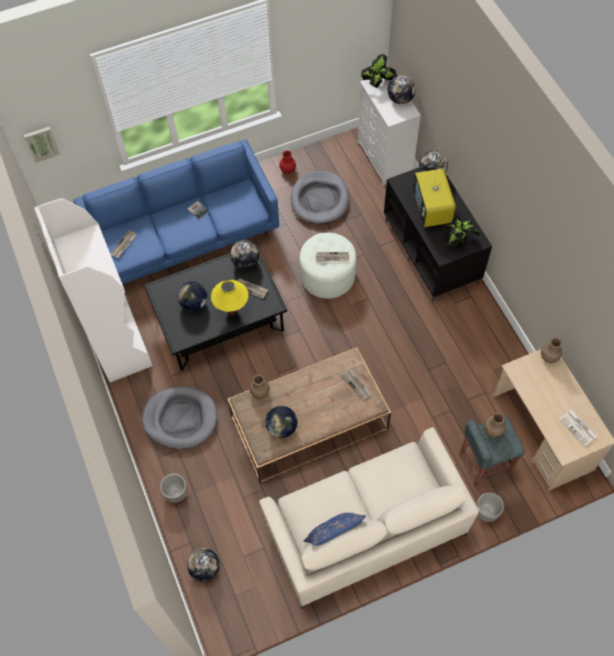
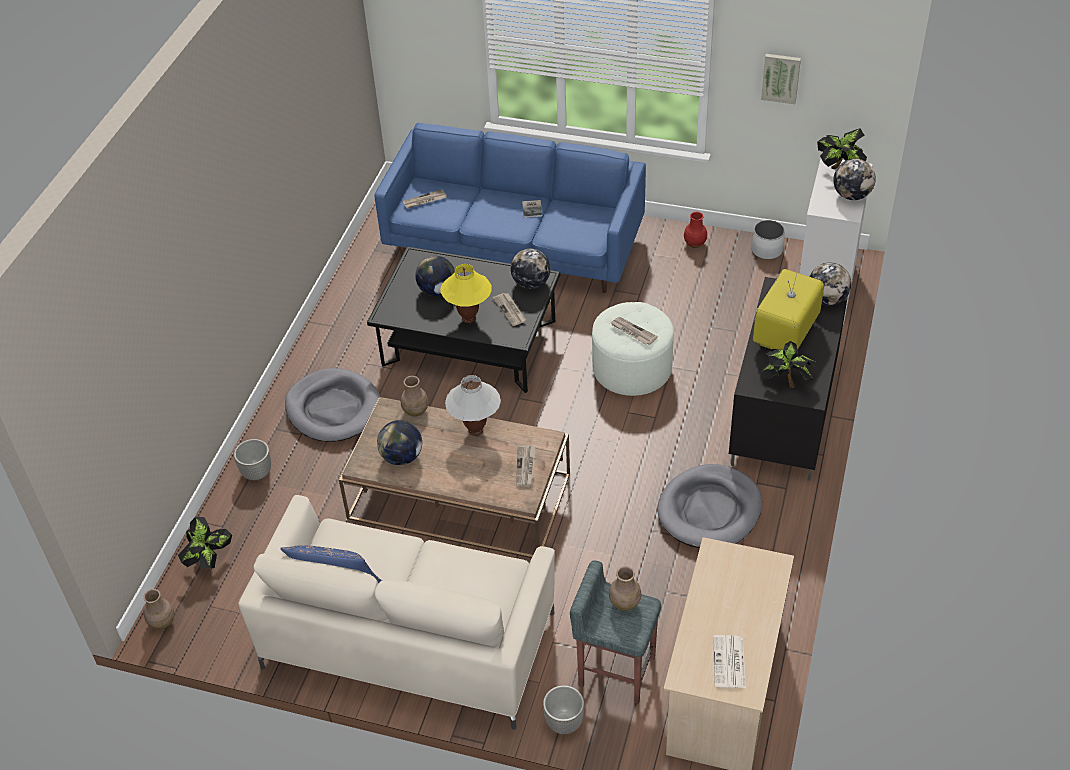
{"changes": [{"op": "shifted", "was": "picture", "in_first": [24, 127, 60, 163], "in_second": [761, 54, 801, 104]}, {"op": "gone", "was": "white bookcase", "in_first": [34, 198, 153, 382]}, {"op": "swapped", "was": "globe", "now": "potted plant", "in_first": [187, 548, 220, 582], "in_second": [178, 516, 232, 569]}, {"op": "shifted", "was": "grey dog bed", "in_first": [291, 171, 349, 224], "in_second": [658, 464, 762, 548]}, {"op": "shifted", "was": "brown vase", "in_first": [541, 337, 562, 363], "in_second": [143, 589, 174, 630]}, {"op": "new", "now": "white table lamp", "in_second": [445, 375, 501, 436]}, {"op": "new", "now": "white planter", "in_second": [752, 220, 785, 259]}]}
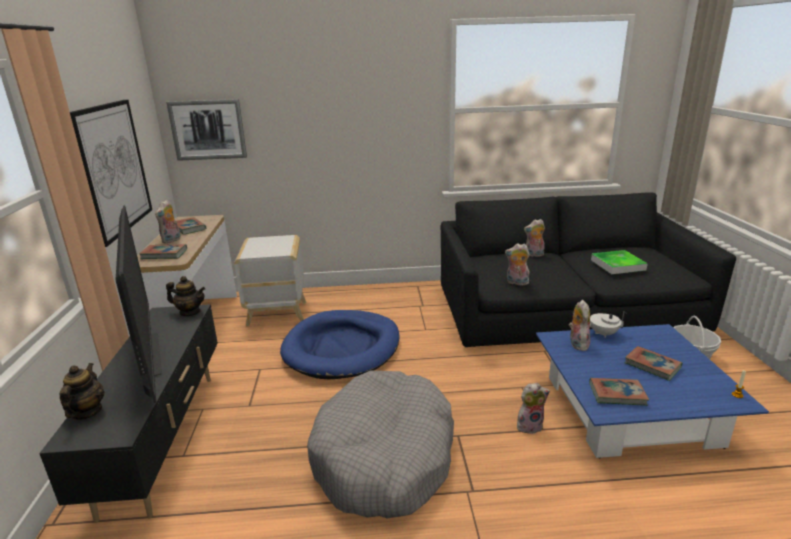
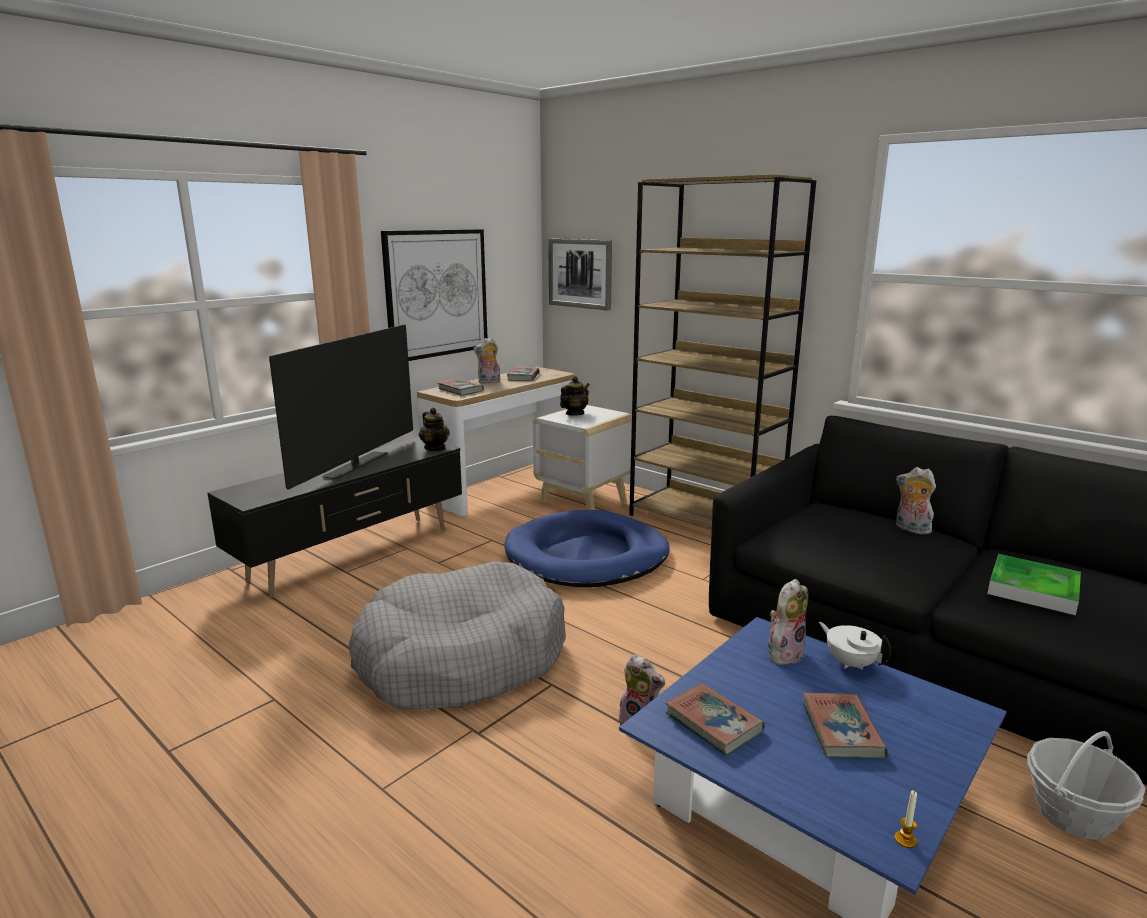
{"changes": [{"op": "shifted", "was": "teapot", "in_first": [60, 363, 104, 420], "in_second": [560, 376, 590, 416]}, {"op": "gone", "was": "plush toy", "in_first": [505, 243, 530, 285]}, {"op": "new", "now": "brown bookcase", "in_second": [629, 174, 816, 531]}]}
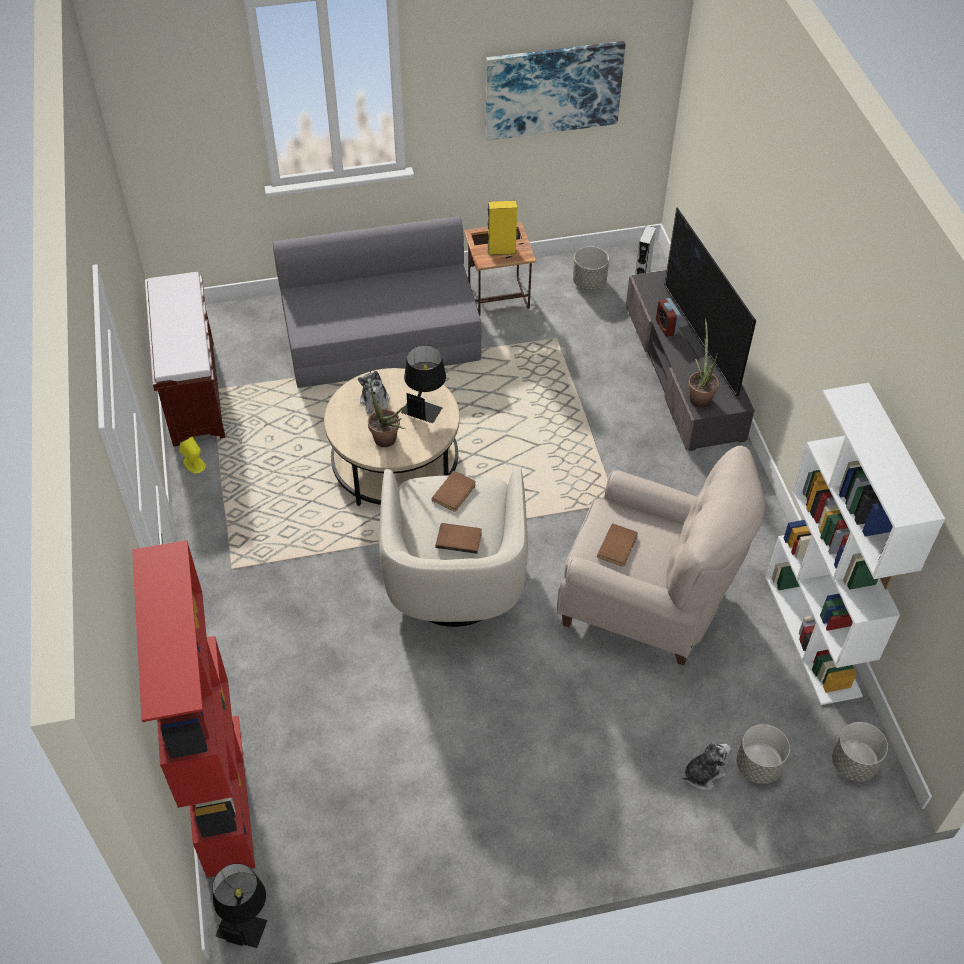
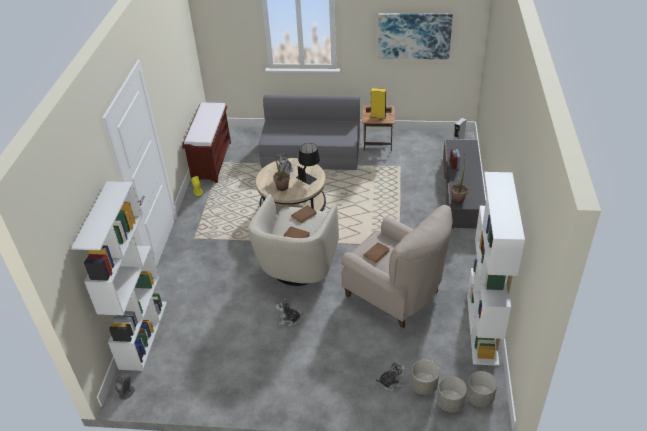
{"changes": [{"op": "repainted", "was": "red bookcase", "now": "white bookcase", "in_first": [132, 540, 255, 878], "in_second": [71, 181, 167, 371]}, {"op": "swapped", "was": "black table lamp", "now": "grey speaker", "in_first": [212, 863, 267, 948], "in_second": [115, 373, 135, 400]}, {"op": "shifted", "was": "grey planter", "in_first": [573, 246, 609, 290], "in_second": [437, 376, 467, 412]}, {"op": "gone", "was": "television", "in_first": [664, 207, 756, 397]}, {"op": "new", "now": "plush toy", "in_second": [275, 297, 304, 327]}]}
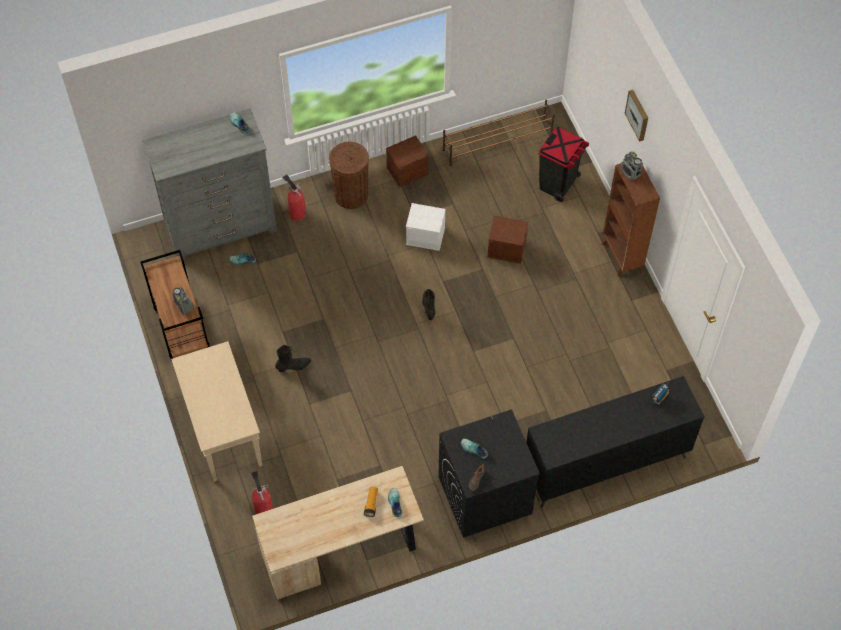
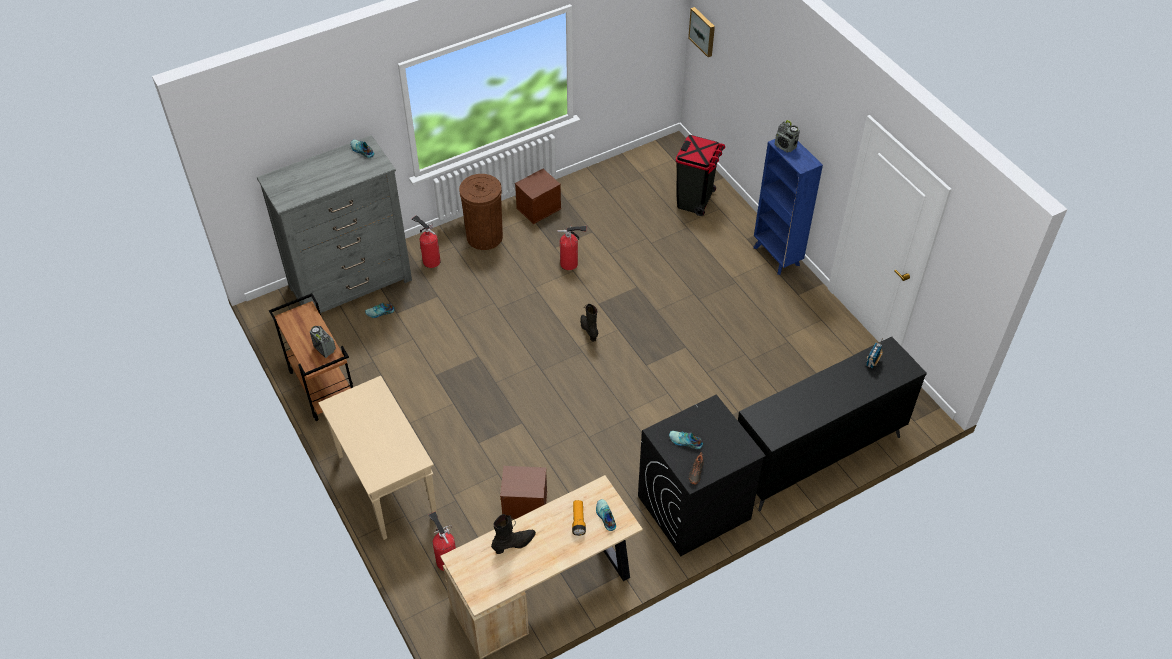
{"changes": [{"op": "shifted", "was": "black boot", "in_first": [275, 345, 311, 372], "in_second": [491, 514, 536, 554]}, {"op": "swapped", "was": "white storage box", "now": "fire extinguisher", "in_first": [406, 203, 446, 251], "in_second": [557, 226, 587, 270]}, {"op": "gone", "was": "brown shoe rack", "in_first": [443, 100, 555, 166]}, {"op": "shifted", "was": "brown storage box", "in_first": [487, 216, 528, 264], "in_second": [500, 466, 547, 519]}, {"op": "repainted", "was": "brown bookcase", "now": "blue bookcase", "in_first": [602, 163, 660, 277], "in_second": [754, 139, 823, 275]}, {"op": "shifted", "was": "picture", "in_first": [625, 90, 648, 142], "in_second": [688, 7, 715, 57]}]}
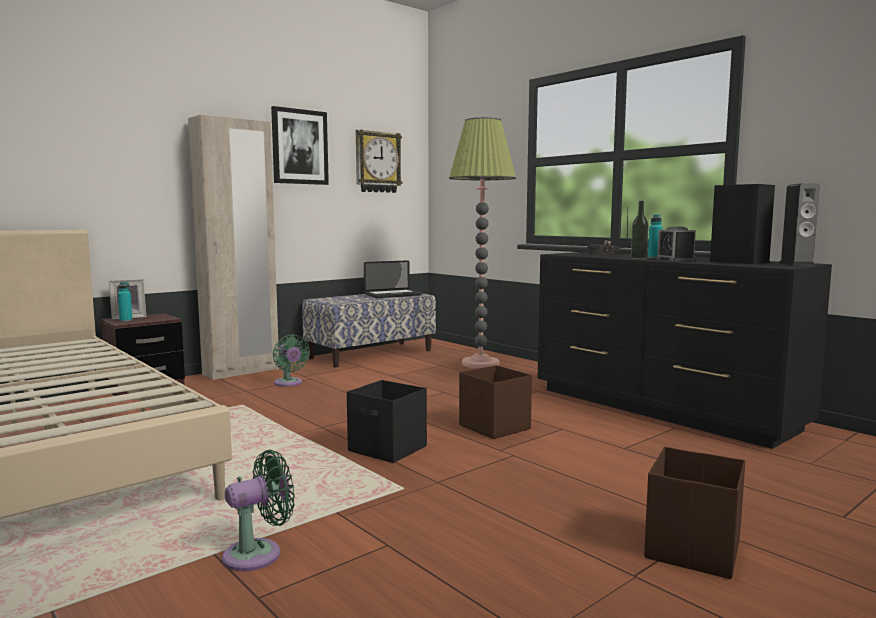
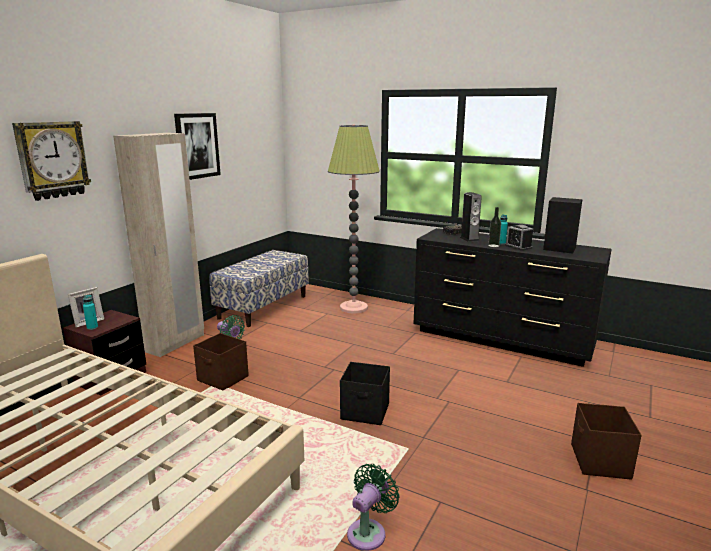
{"changes": [{"op": "shifted", "was": "wall clock", "in_first": [356, 129, 402, 193], "in_second": [12, 121, 91, 201]}, {"op": "gone", "was": "laptop", "in_first": [364, 260, 422, 298]}, {"op": "shifted", "was": "brown storage box", "in_first": [459, 365, 532, 439], "in_second": [193, 333, 249, 391]}, {"op": "shifted", "was": "speaker", "in_first": [779, 183, 819, 265], "in_second": [460, 192, 482, 242]}]}
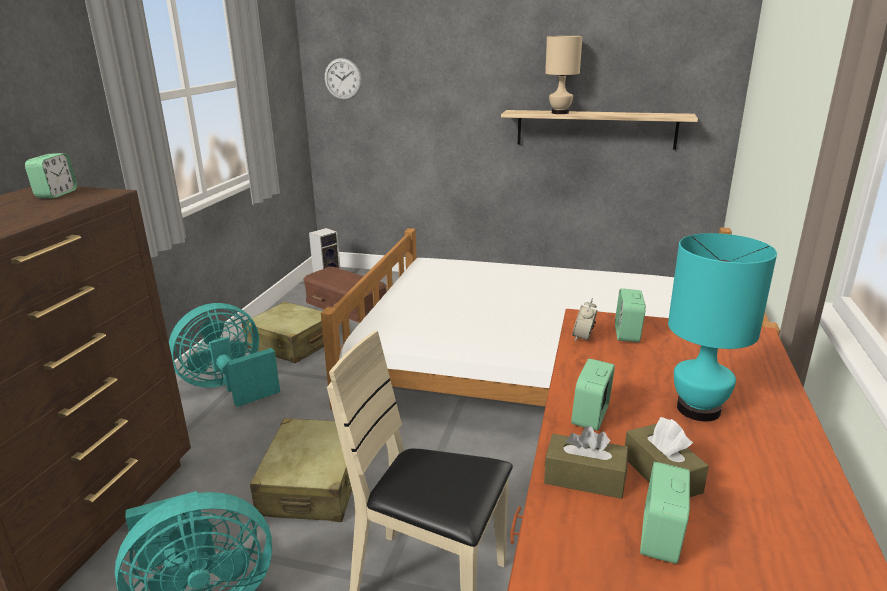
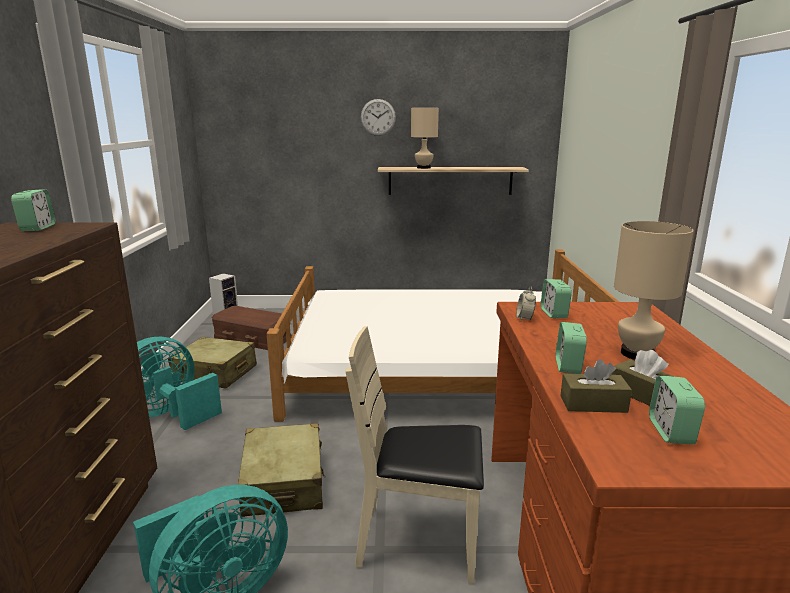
{"changes": [{"op": "shifted", "was": "wall clock", "in_first": [324, 58, 362, 100], "in_second": [361, 99, 396, 136]}, {"op": "repainted", "was": "turquoise table lamp", "now": "beige table lamp", "in_first": [668, 233, 777, 422], "in_second": [614, 221, 694, 360]}]}
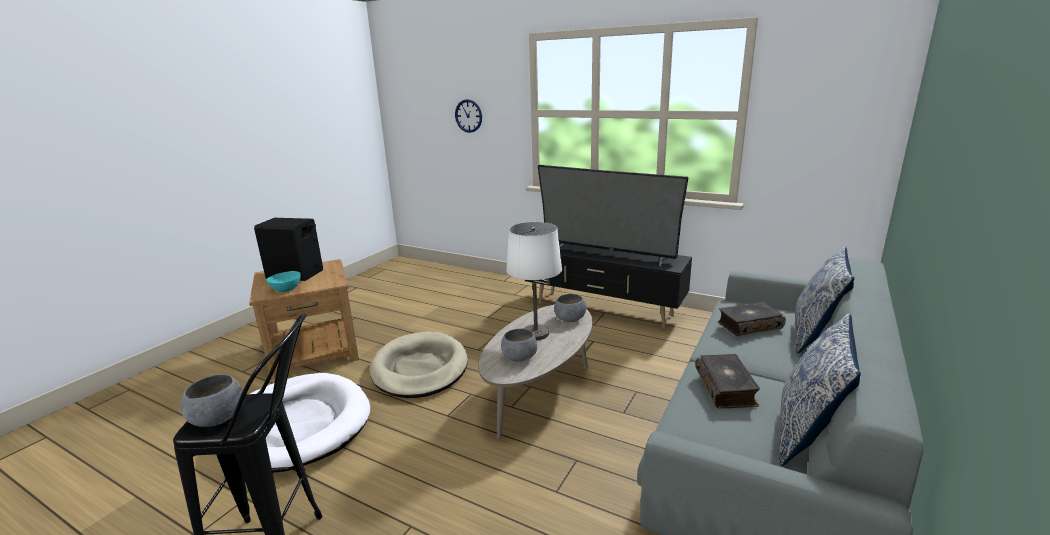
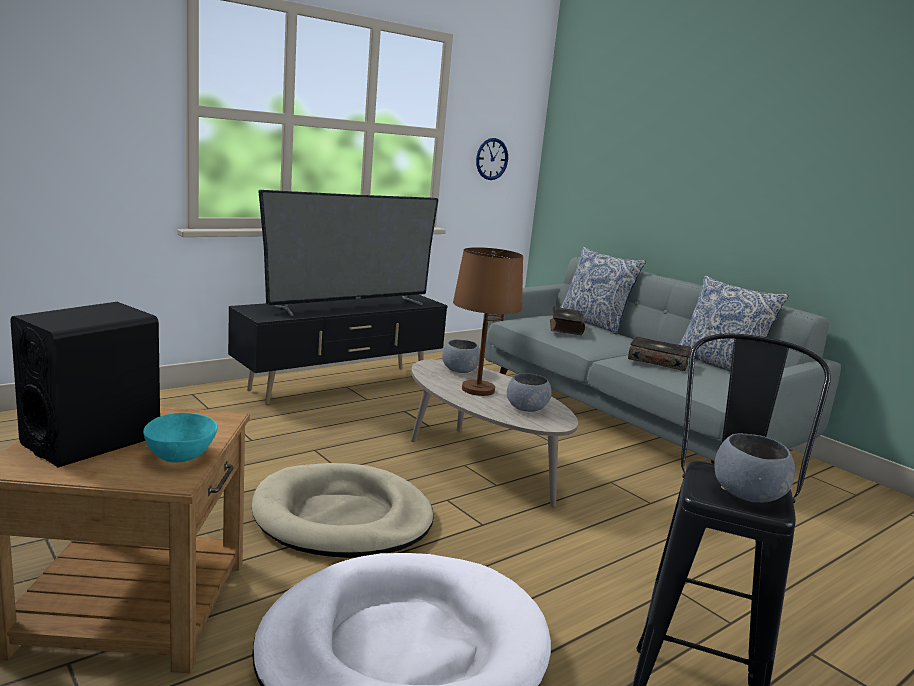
{"changes": [{"op": "shifted", "was": "wall clock", "in_first": [455, 99, 482, 133], "in_second": [476, 138, 508, 180]}, {"op": "repainted", "was": "white table lamp", "now": "brown table lamp", "in_first": [506, 222, 562, 340], "in_second": [453, 247, 523, 396]}]}
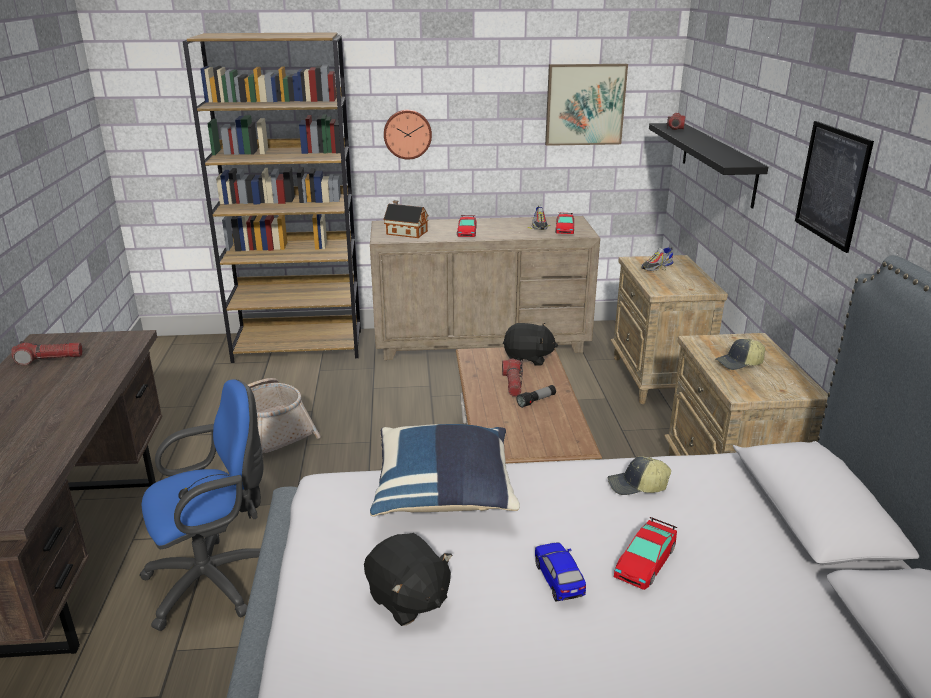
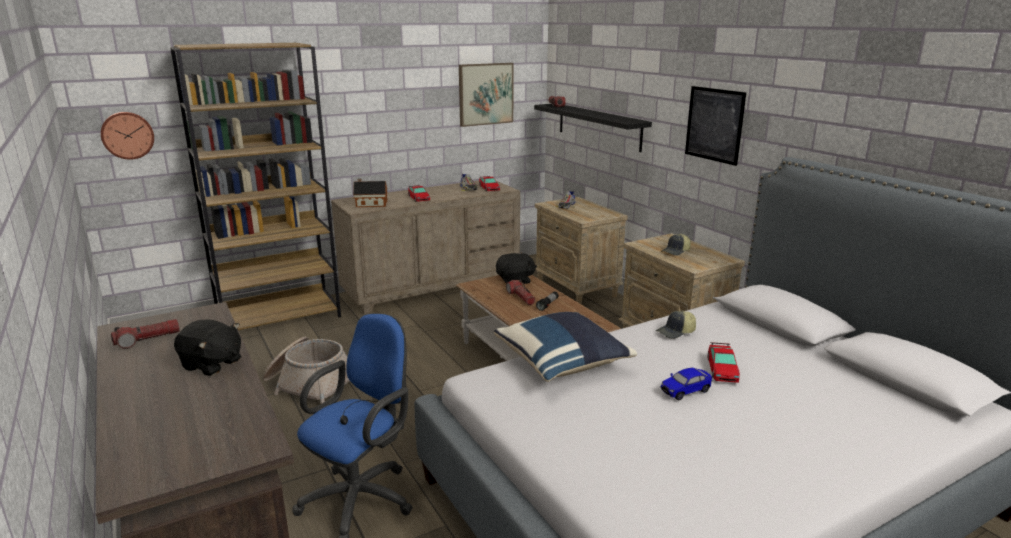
{"changes": [{"op": "shifted", "was": "black plush toy", "in_first": [364, 533, 452, 626], "in_second": [174, 319, 241, 376]}, {"op": "shifted", "was": "wall clock", "in_first": [384, 110, 432, 160], "in_second": [101, 112, 154, 160]}, {"op": "rotated", "was": "toy car", "in_first": [535, 542, 586, 602], "in_second": [661, 368, 712, 400], "clockwise": -75}]}
